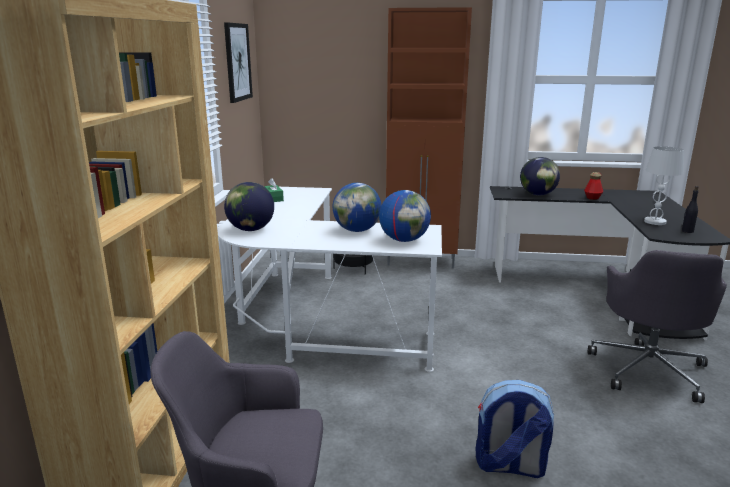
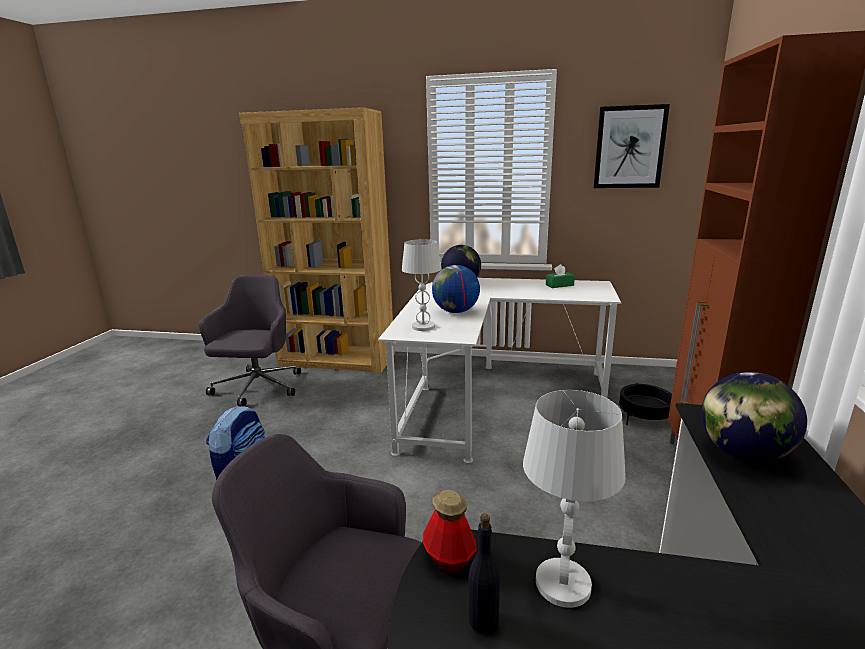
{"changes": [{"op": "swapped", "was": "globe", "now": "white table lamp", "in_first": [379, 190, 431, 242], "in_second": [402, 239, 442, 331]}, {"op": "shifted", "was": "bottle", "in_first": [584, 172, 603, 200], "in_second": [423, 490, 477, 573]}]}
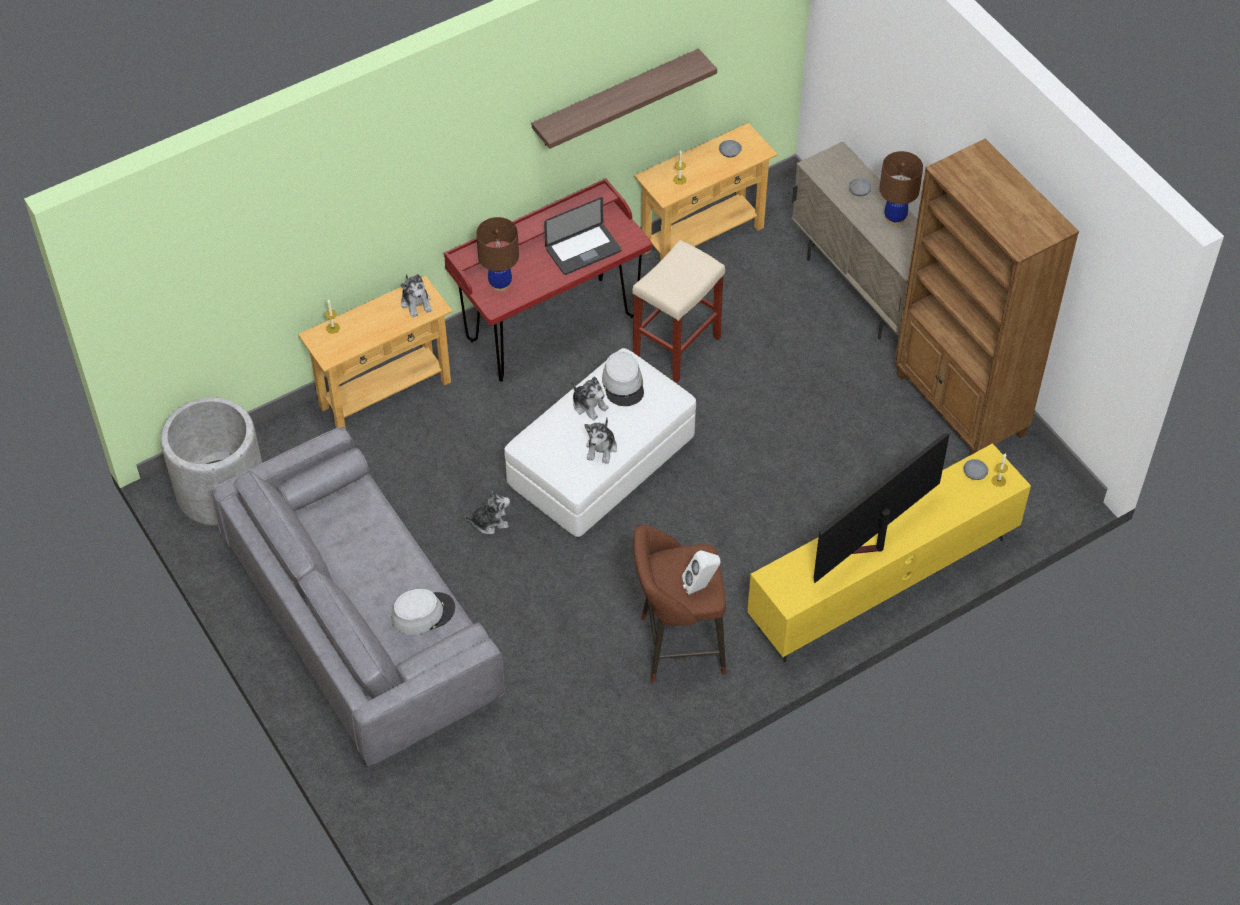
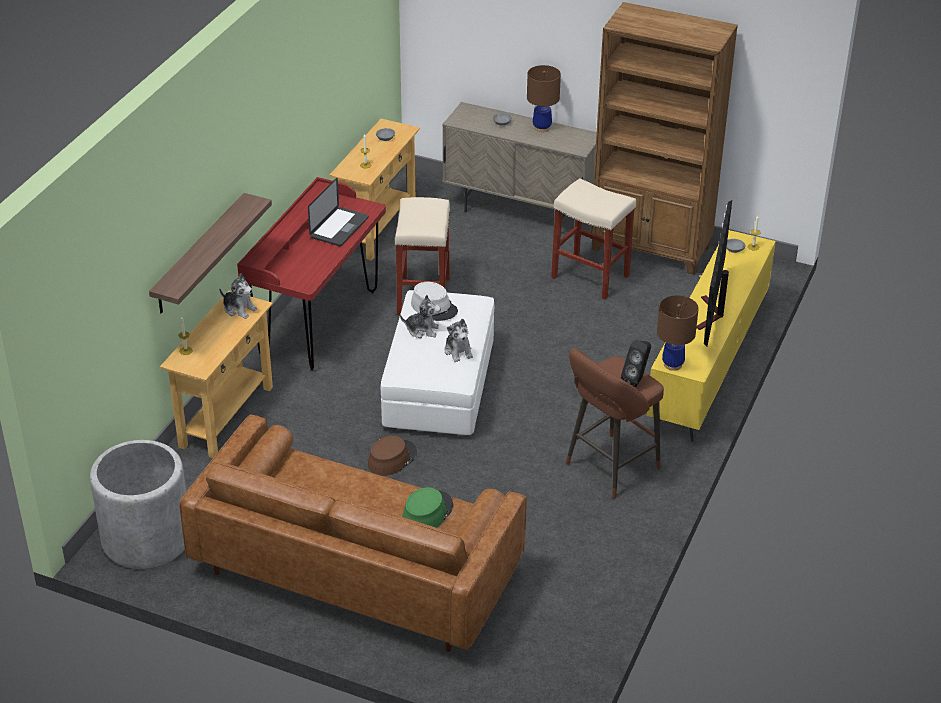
{"changes": [{"op": "repainted", "was": "grey sofa", "now": "brown sofa", "in_first": [211, 426, 505, 766], "in_second": [179, 414, 527, 652]}, {"op": "repainted", "was": "grey hat", "now": "green hat", "in_first": [391, 589, 455, 635], "in_second": [402, 487, 453, 528]}, {"op": "swapped", "was": "plush toy", "now": "brown hat", "in_first": [465, 491, 510, 534], "in_second": [368, 436, 417, 476]}, {"op": "shifted", "was": "brown table lamp", "in_first": [476, 217, 519, 291], "in_second": [657, 295, 699, 371]}, {"op": "shifted", "was": "shelf", "in_first": [532, 49, 717, 149], "in_second": [149, 193, 272, 314]}, {"op": "repainted", "was": "white speaker", "now": "black speaker", "in_first": [682, 551, 720, 595], "in_second": [621, 340, 651, 387]}, {"op": "new", "now": "beige stool", "in_second": [551, 178, 636, 299]}]}
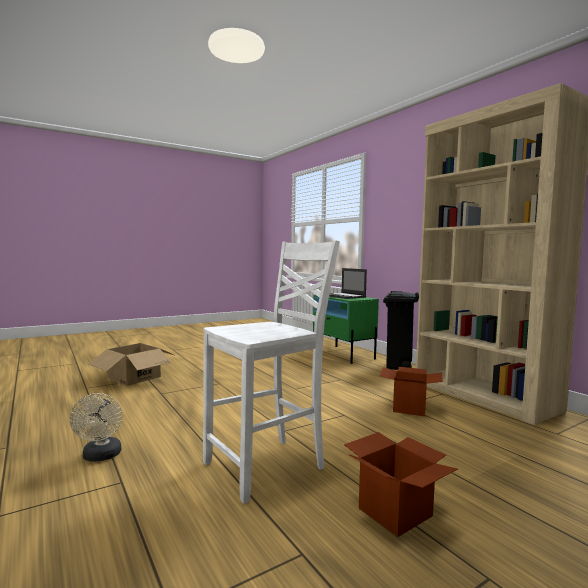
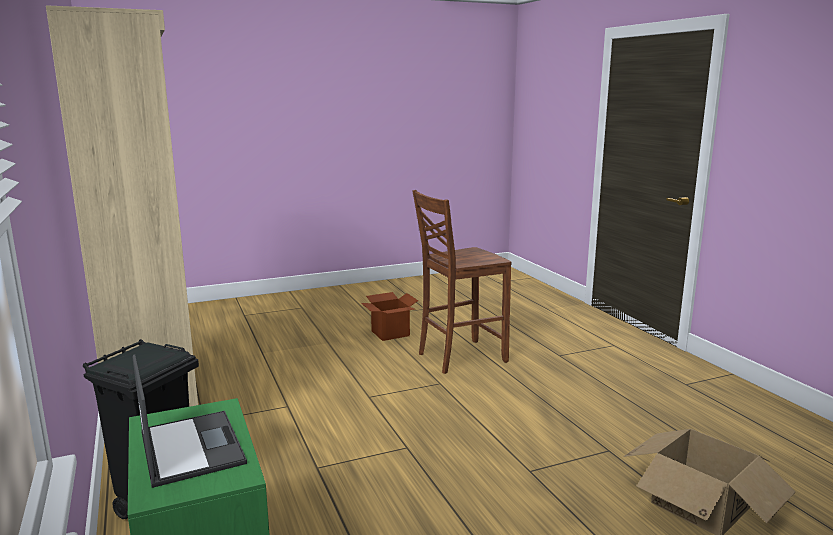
{"changes": [{"op": "gone", "was": "beige fan", "in_first": [69, 393, 122, 462]}, {"op": "repainted", "was": "white chair", "now": "brown chair", "in_first": [203, 240, 340, 504], "in_second": [412, 190, 512, 374]}, {"op": "gone", "was": "cardboard box", "in_first": [379, 367, 443, 416]}]}
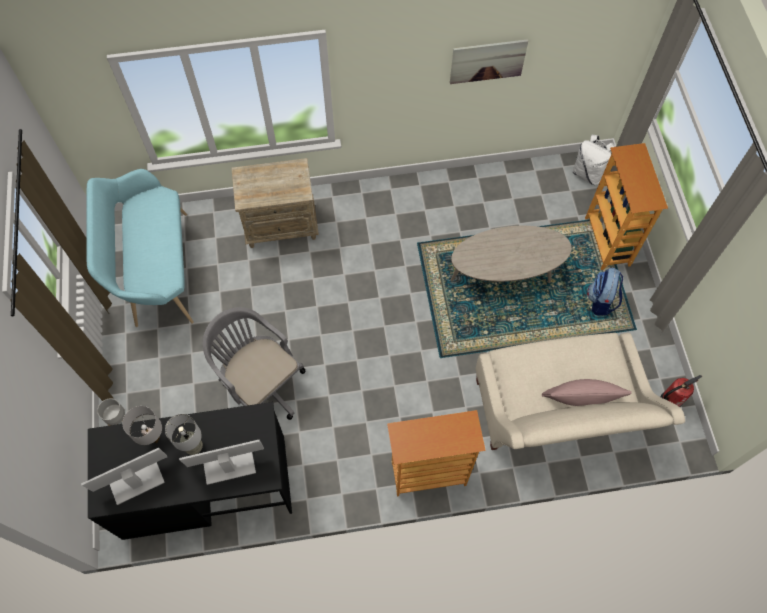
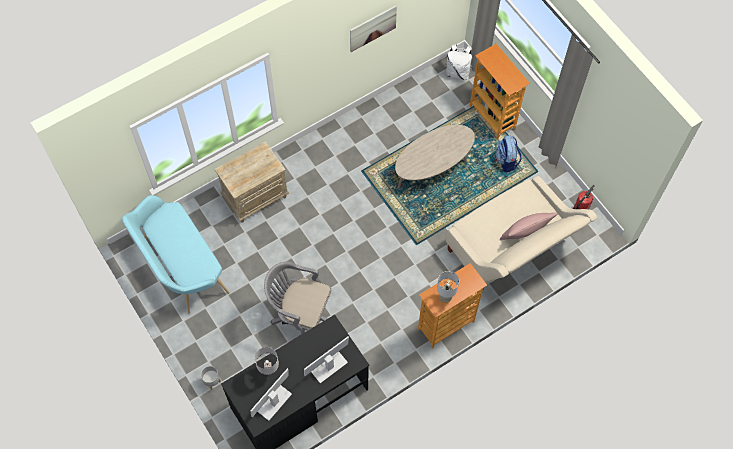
{"changes": [{"op": "shifted", "was": "grey table lamp", "in_first": [165, 414, 203, 455], "in_second": [437, 271, 459, 303]}]}
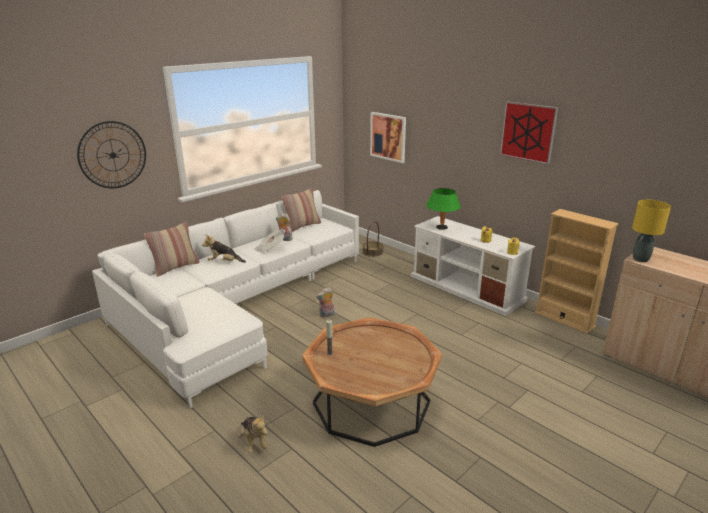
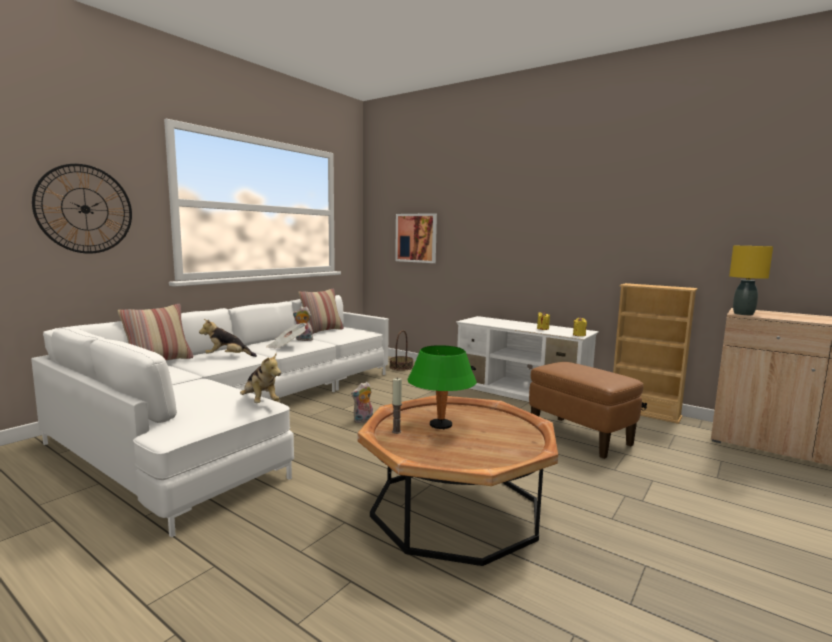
{"changes": [{"op": "shifted", "was": "plush toy", "in_first": [237, 414, 268, 453], "in_second": [240, 352, 281, 403]}, {"op": "shifted", "was": "green table lamp", "in_first": [426, 188, 461, 230], "in_second": [408, 345, 477, 430]}, {"op": "gone", "was": "picture", "in_first": [499, 101, 558, 164]}, {"op": "new", "now": "brown ottoman", "in_second": [529, 362, 643, 459]}]}
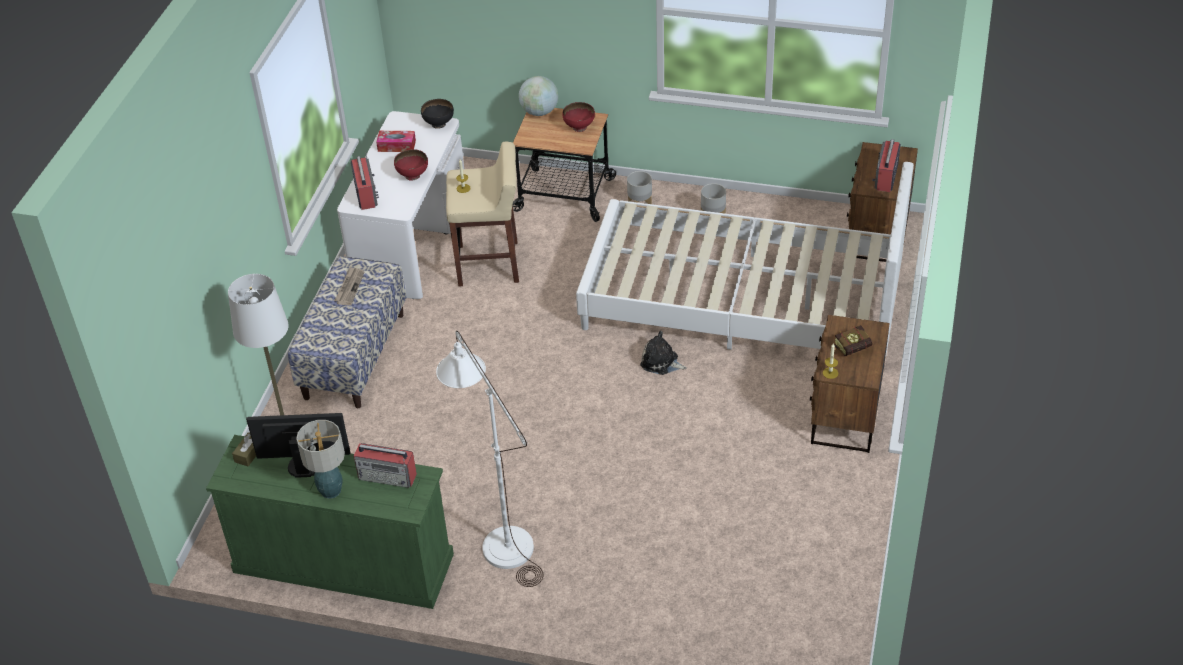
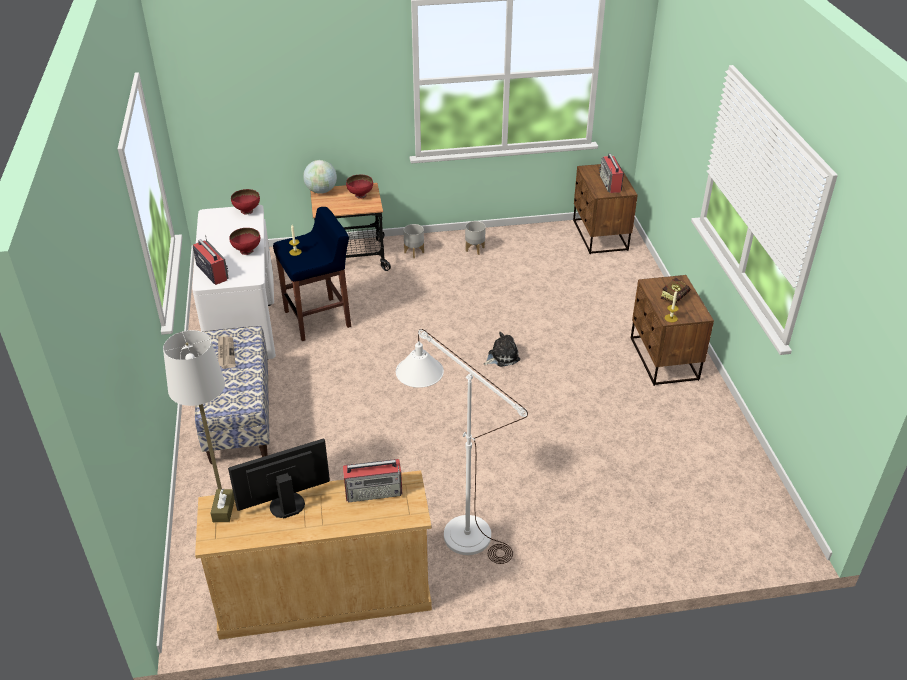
{"changes": [{"op": "repainted", "was": "green dresser", "now": "beige dresser", "in_first": [206, 435, 454, 609], "in_second": [195, 470, 432, 640]}, {"op": "gone", "was": "table lamp", "in_first": [296, 420, 345, 499]}, {"op": "gone", "was": "tissue box", "in_first": [376, 131, 416, 152]}, {"op": "repainted", "was": "black bowl", "now": "red bowl", "in_first": [421, 99, 454, 129], "in_second": [231, 189, 260, 214]}, {"op": "repainted", "was": "beige stool", "now": "blue stool", "in_first": [446, 142, 519, 287], "in_second": [273, 207, 351, 341]}, {"op": "gone", "was": "white bed", "in_first": [576, 162, 914, 357]}, {"op": "rotated", "was": "plush toy", "in_first": [640, 331, 687, 375], "in_second": [484, 332, 520, 367], "clockwise": 150}]}
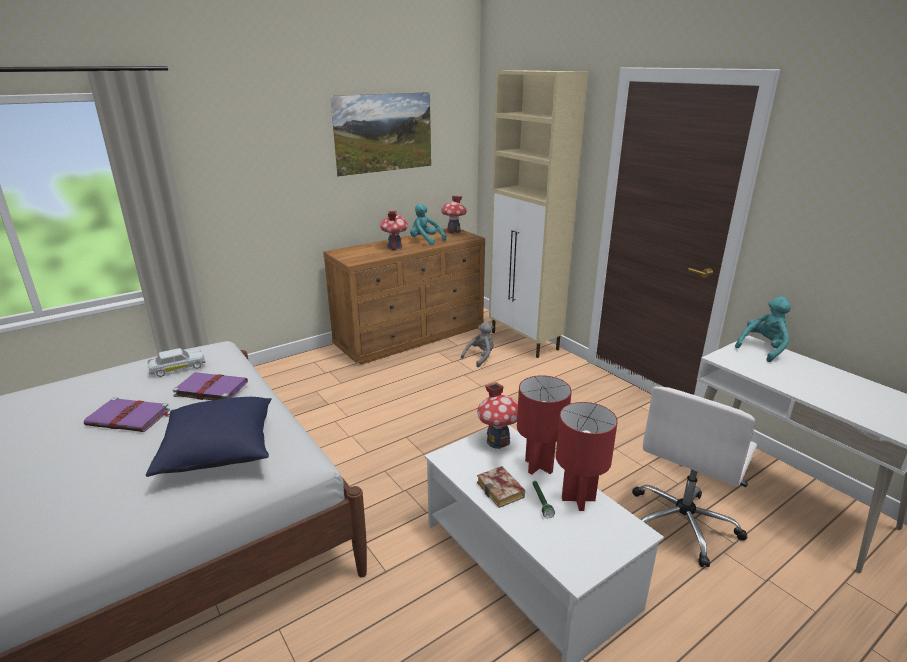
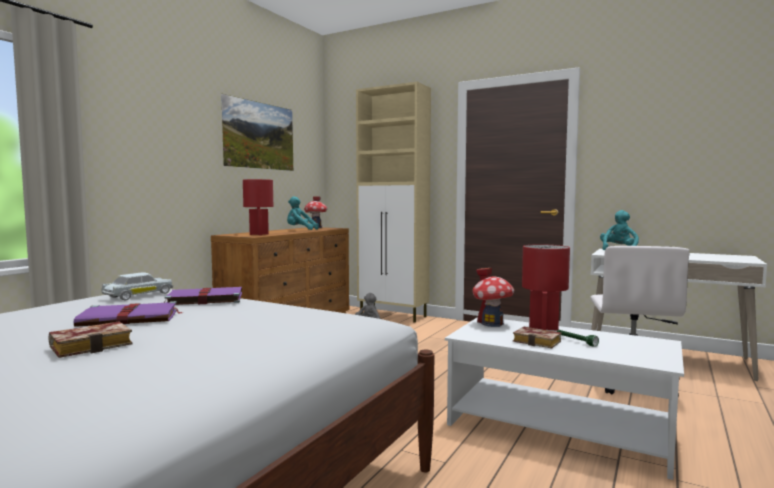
{"changes": [{"op": "gone", "was": "blue pillow", "in_first": [146, 397, 272, 477]}, {"op": "gone", "was": "toy house", "in_first": [380, 211, 408, 250]}, {"op": "shifted", "was": "red table lamp", "in_first": [556, 402, 618, 511], "in_second": [243, 179, 273, 235]}, {"op": "new", "now": "book", "in_second": [48, 322, 133, 358]}]}
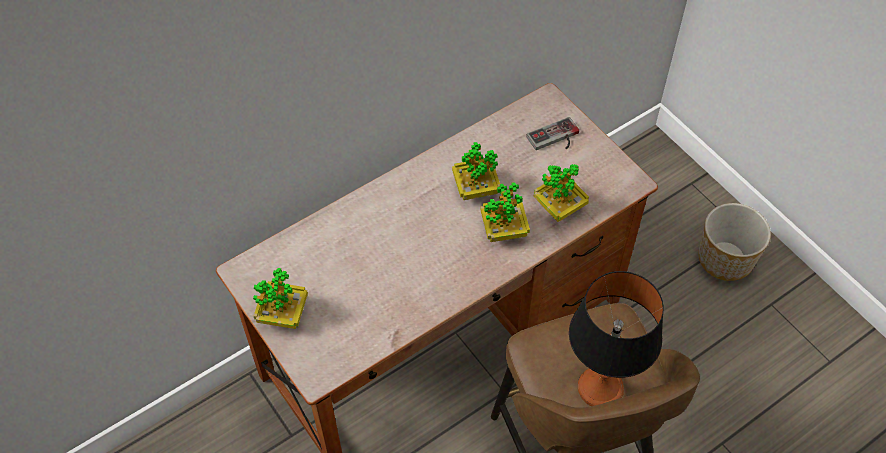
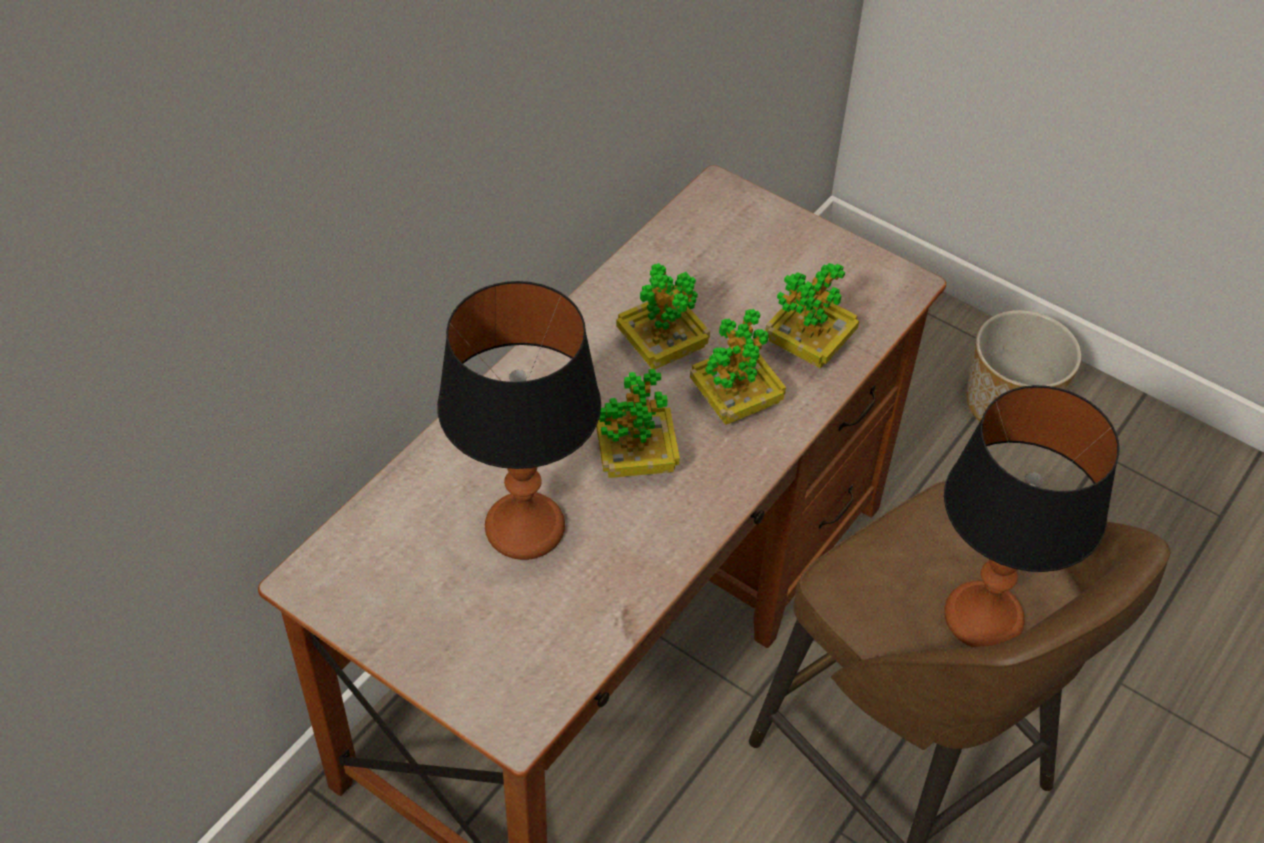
{"changes": [{"op": "shifted", "was": "potted plant", "in_first": [253, 268, 308, 329], "in_second": [596, 369, 680, 478]}, {"op": "gone", "was": "game controller", "in_first": [526, 117, 579, 150]}, {"op": "new", "now": "table lamp", "in_second": [437, 281, 601, 560]}]}
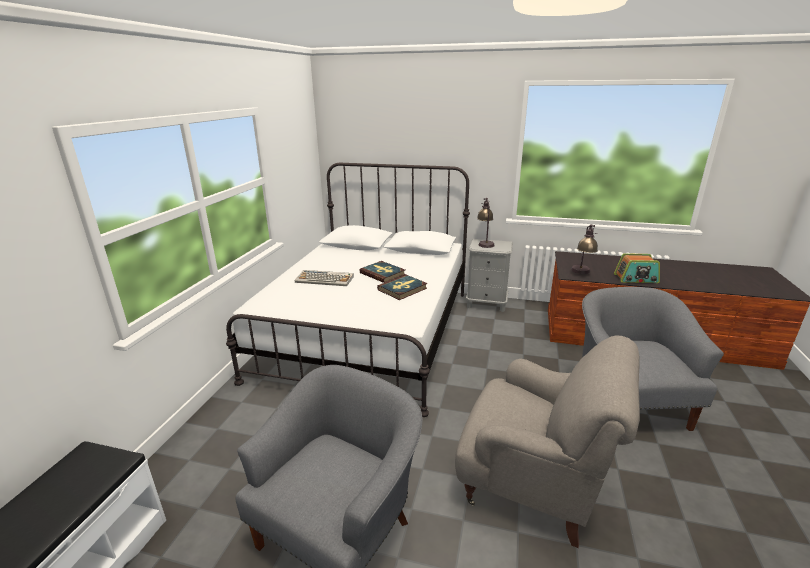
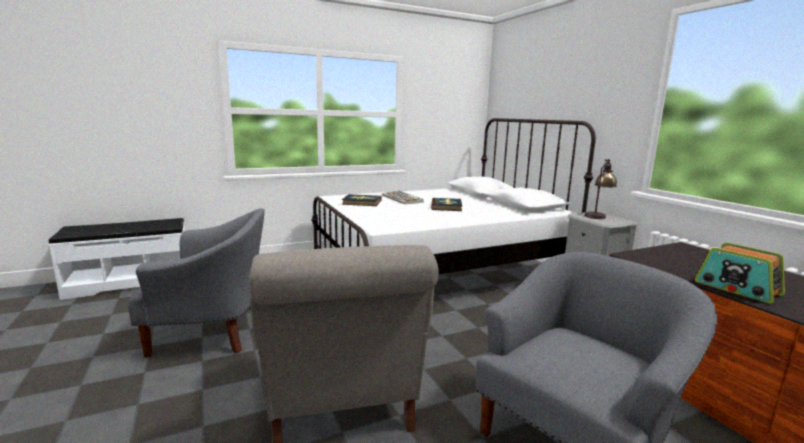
{"changes": [{"op": "shifted", "was": "book", "in_first": [377, 275, 427, 300], "in_second": [342, 194, 382, 206]}, {"op": "gone", "was": "table lamp", "in_first": [571, 224, 598, 274]}]}
